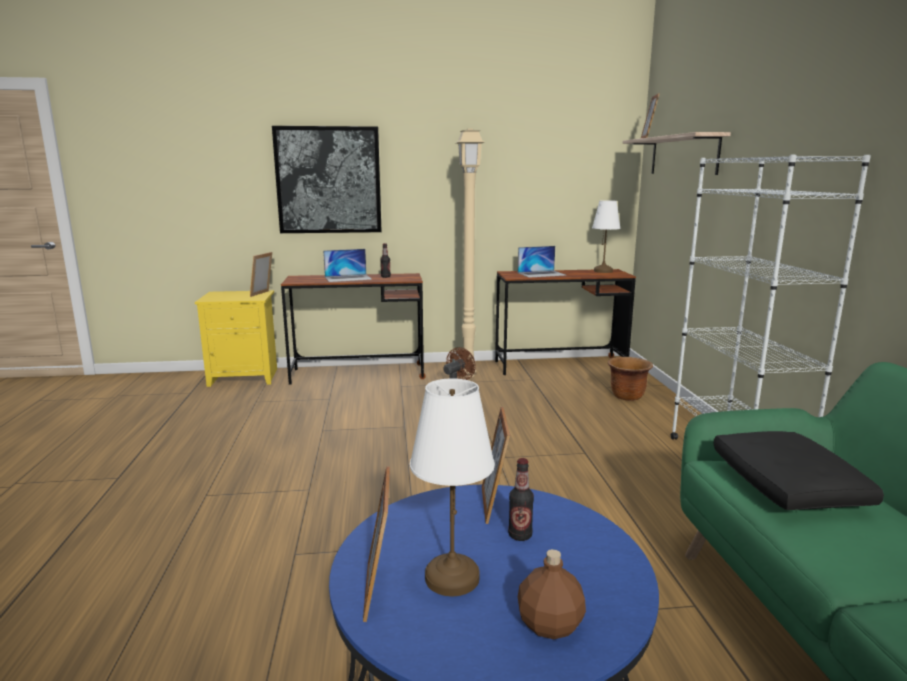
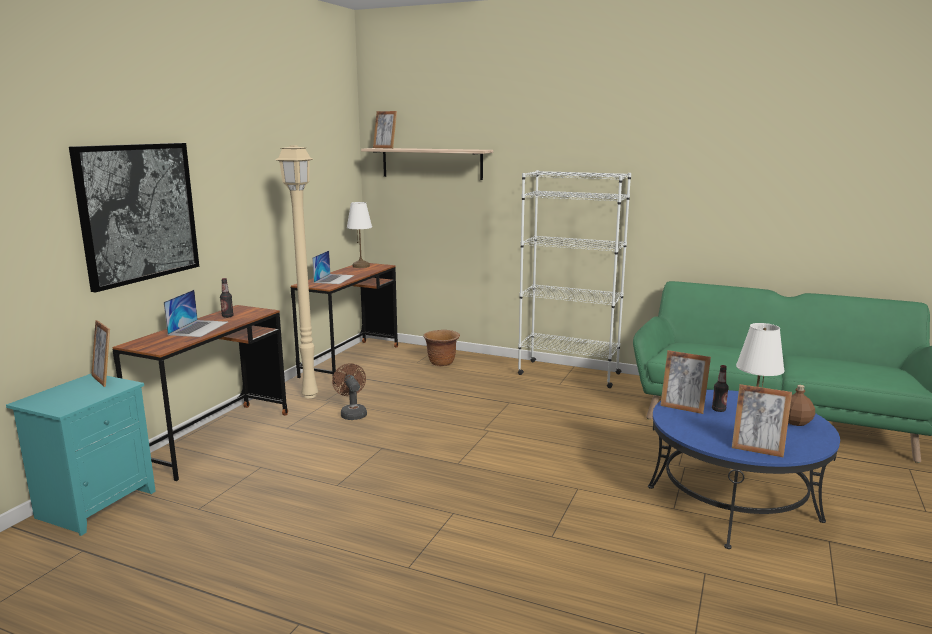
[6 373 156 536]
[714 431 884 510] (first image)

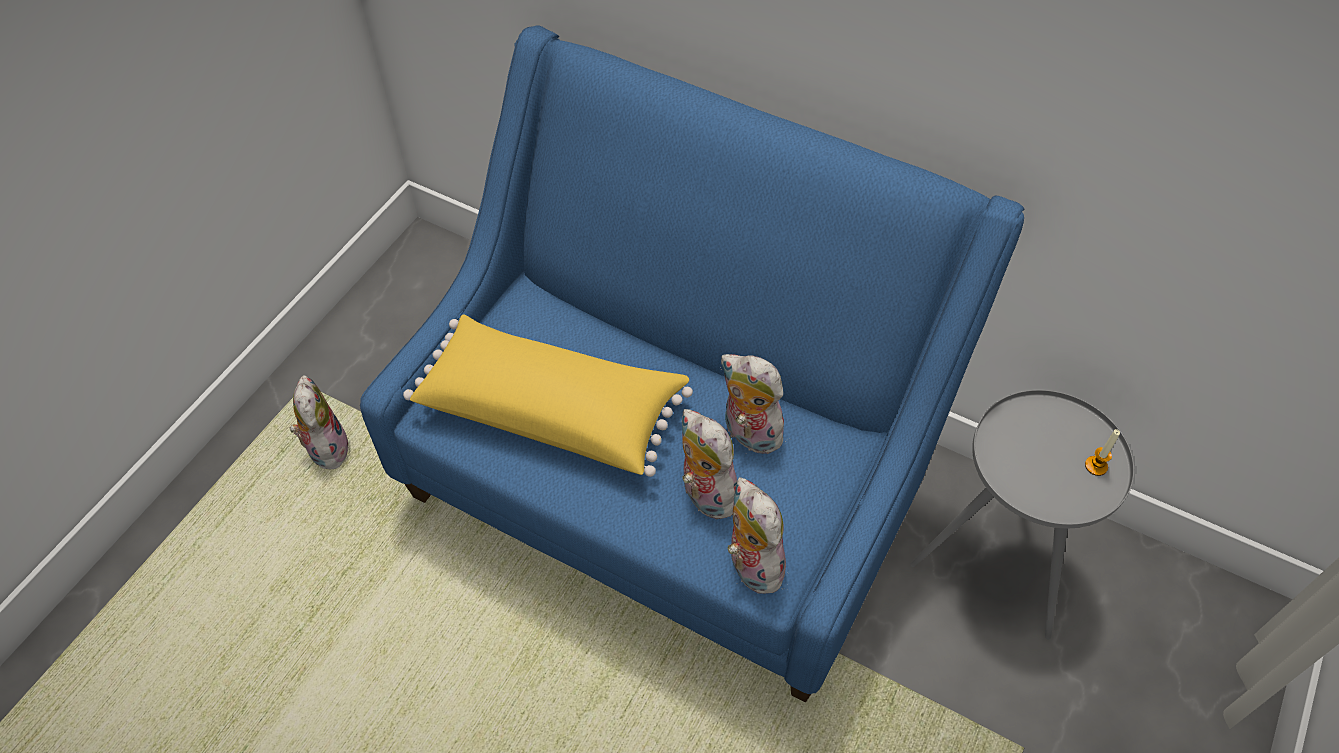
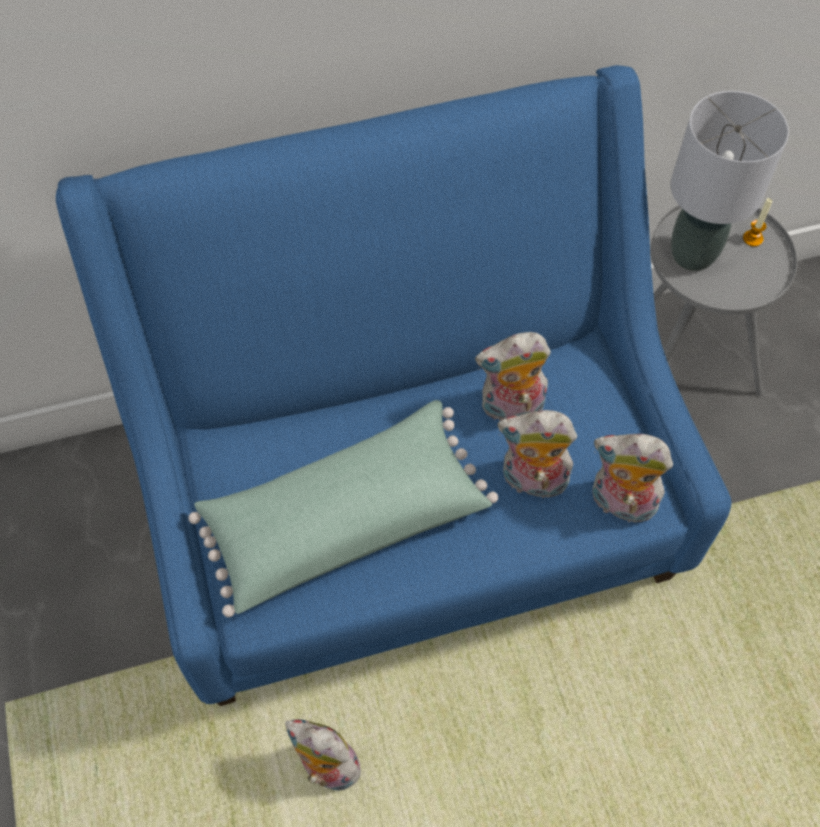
[188 400 498 617]
[285 719 368 790]
[671 91 789 271]

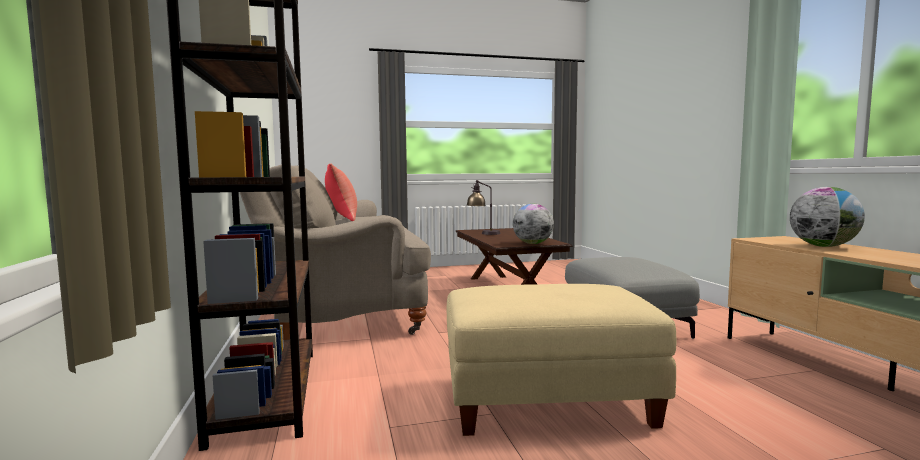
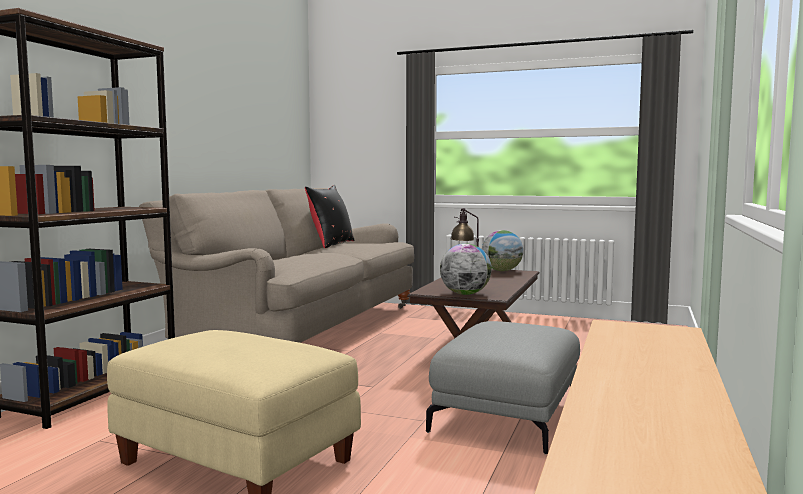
[305 185 355 248]
[482 230 523 271]

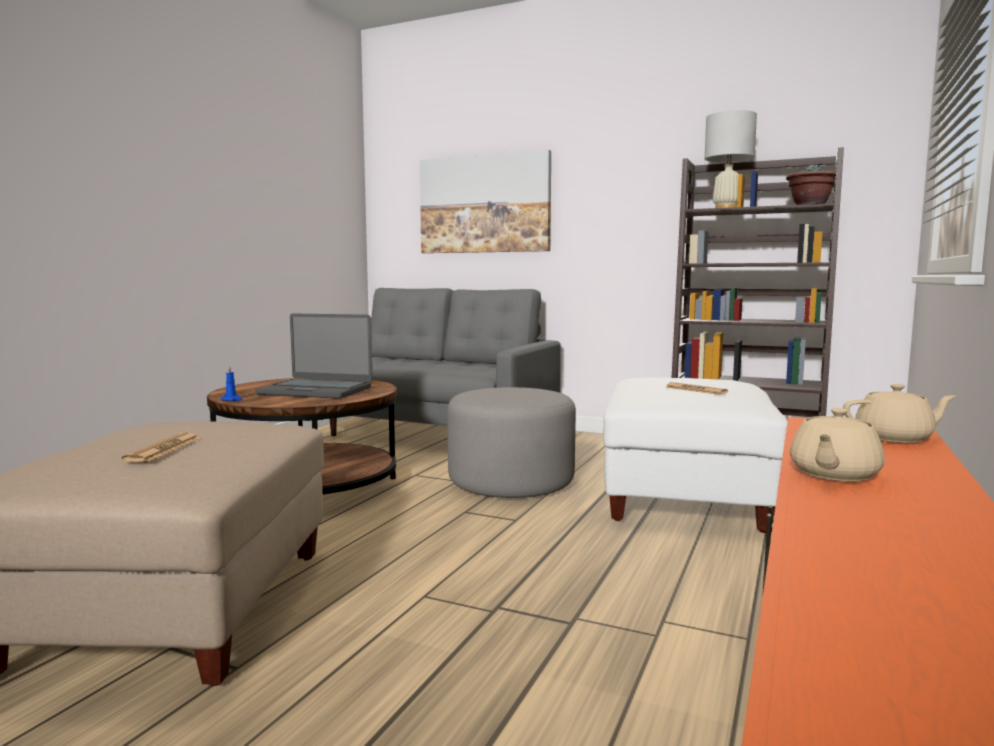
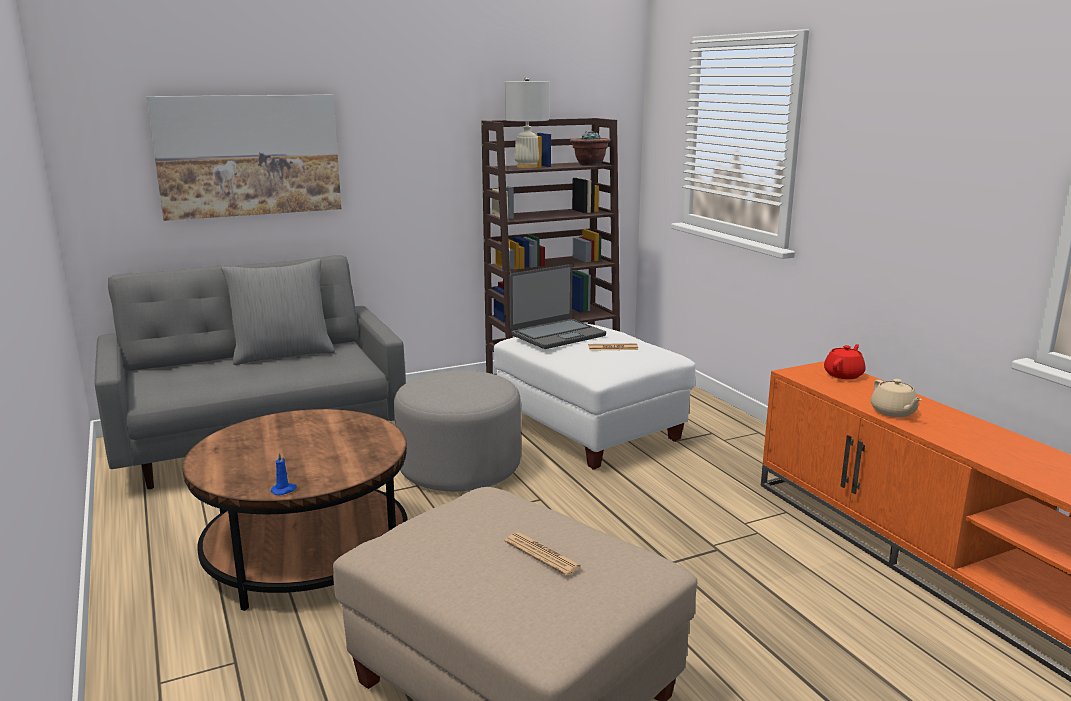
[509 264 606 349]
[824 344 866 379]
[221 259 335 365]

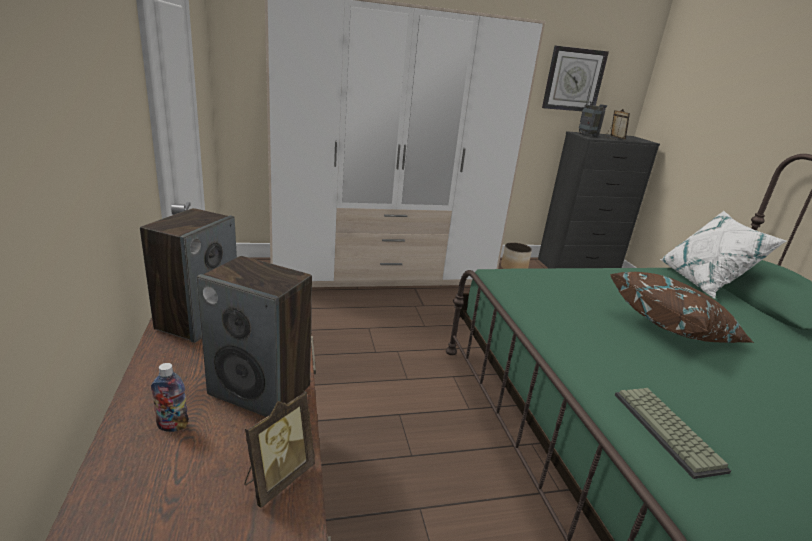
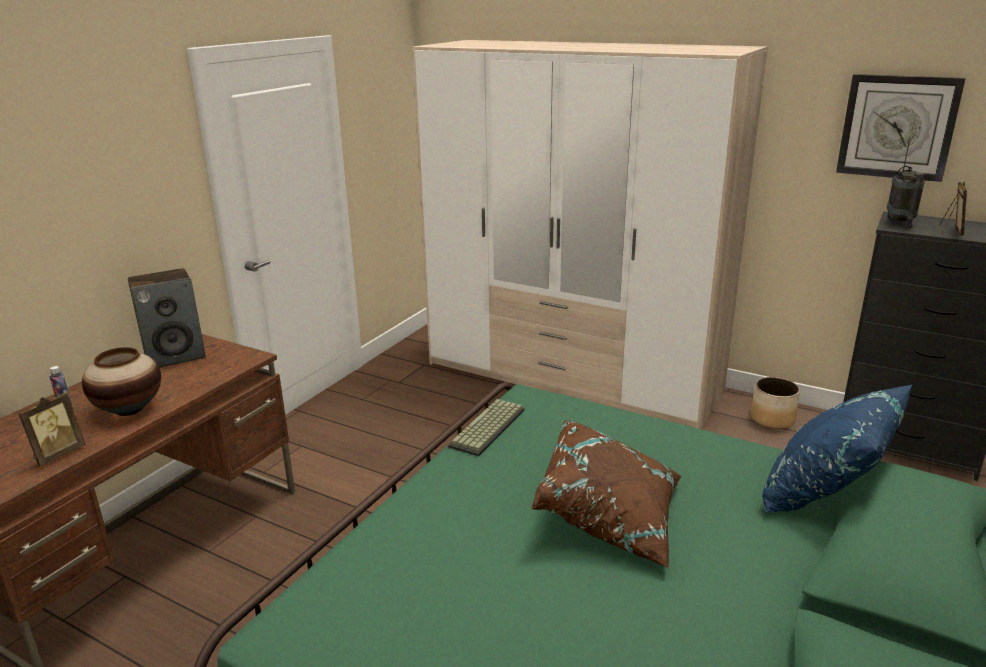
[762 385 912 512]
[82 347 161 416]
[448 399 524 456]
[18 393 85 467]

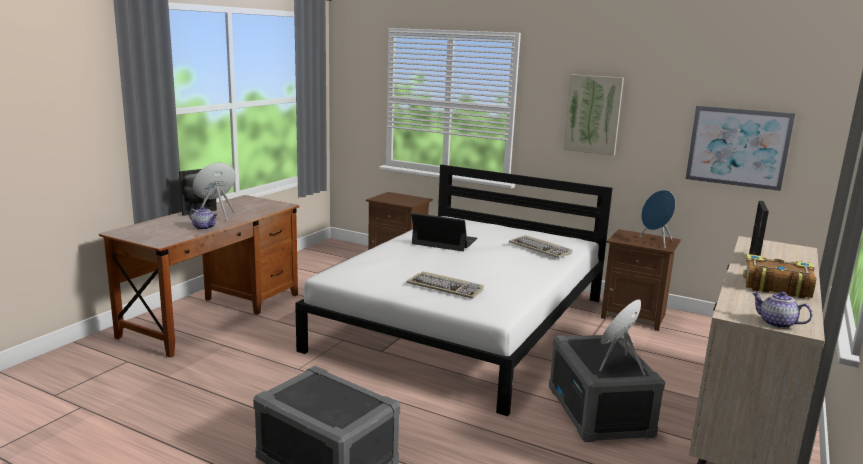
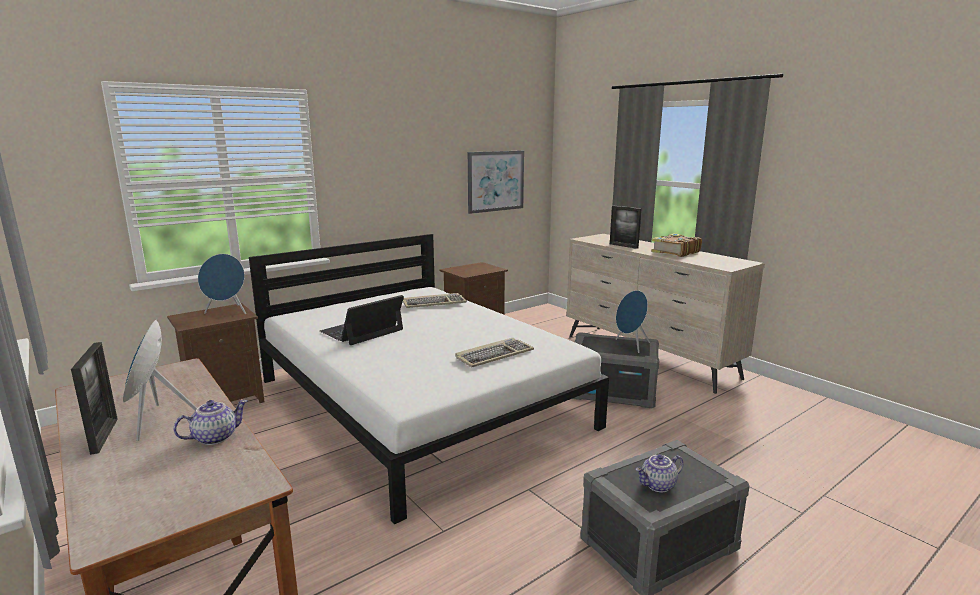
[563 74 624 156] (first image)
[198 254 246 314]
[635 454 684 492]

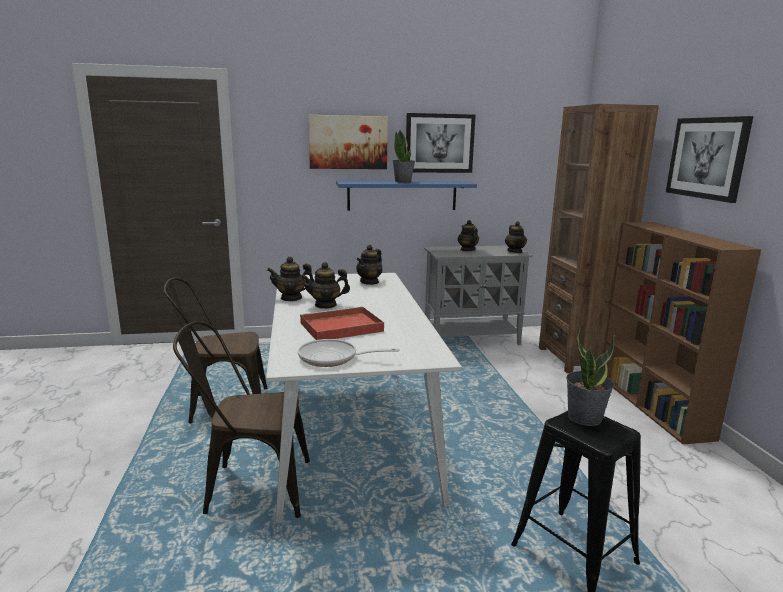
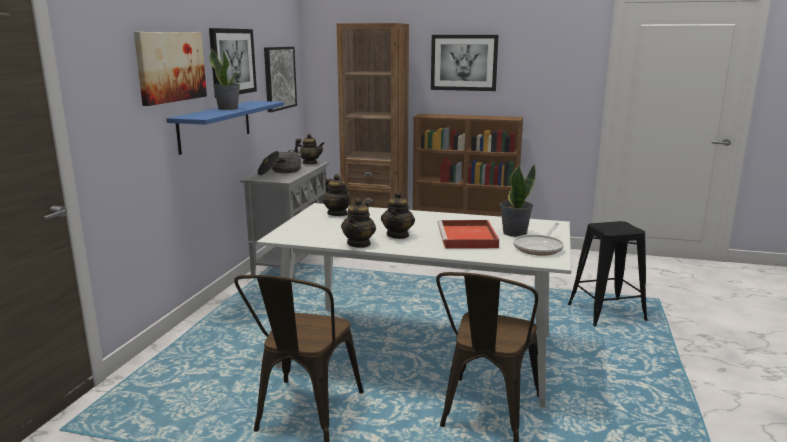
[257 150 301 175]
[500 164 535 237]
[264 47 297 112]

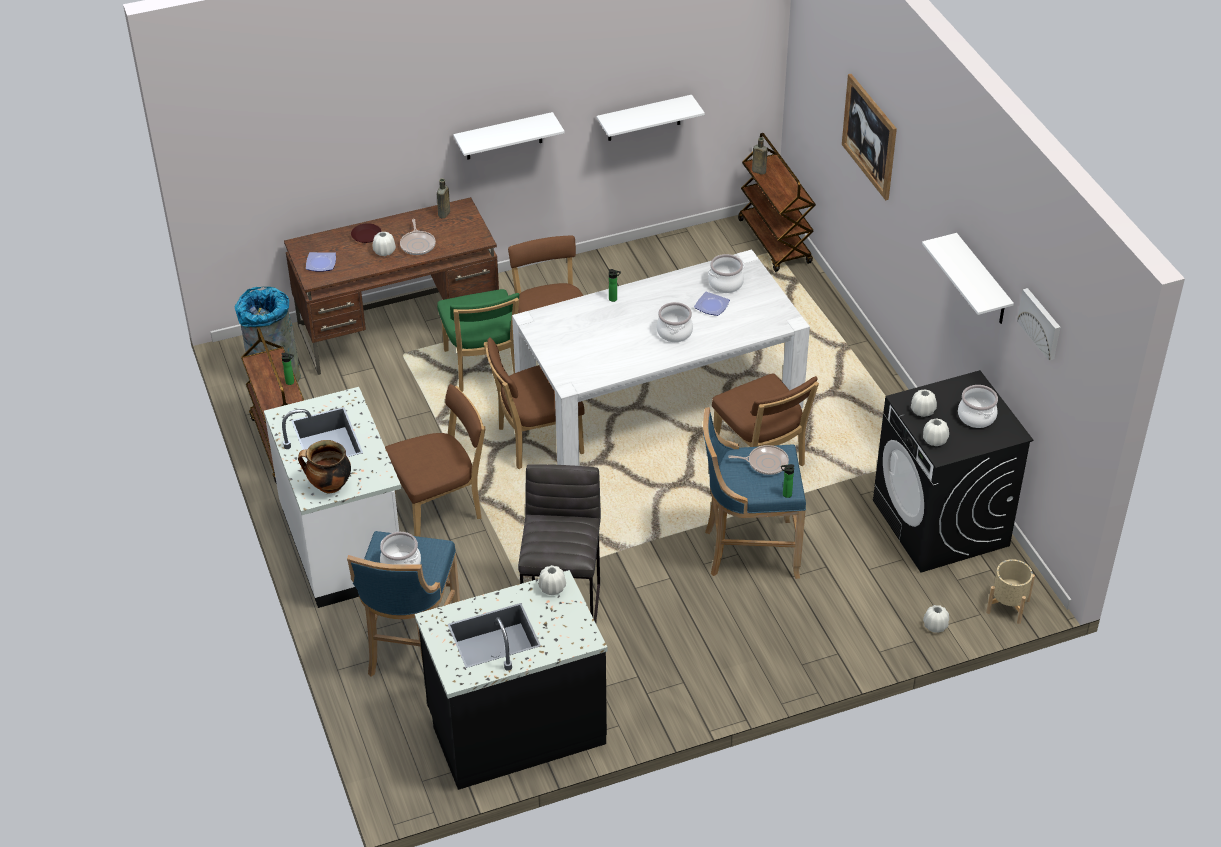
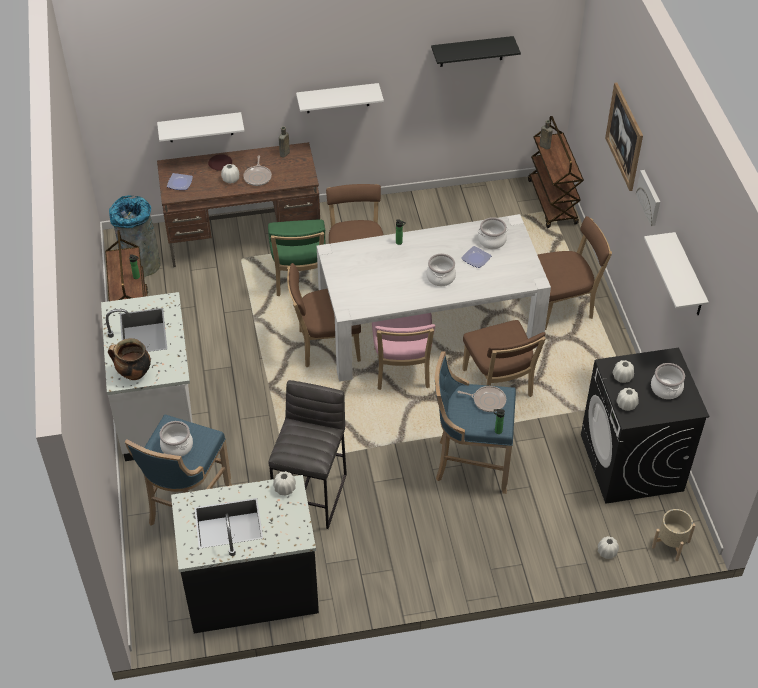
[157 112 244 142]
[636 170 660 226]
[538 216 612 330]
[431 36 521 67]
[372 313 435 390]

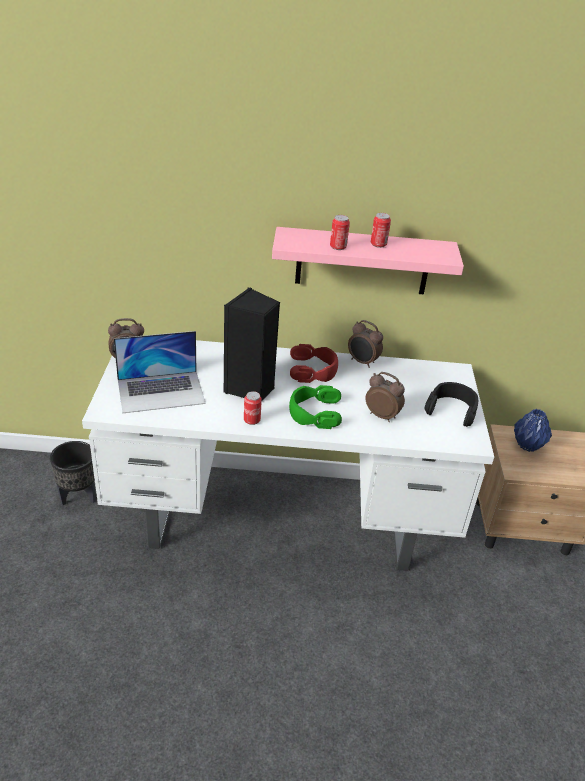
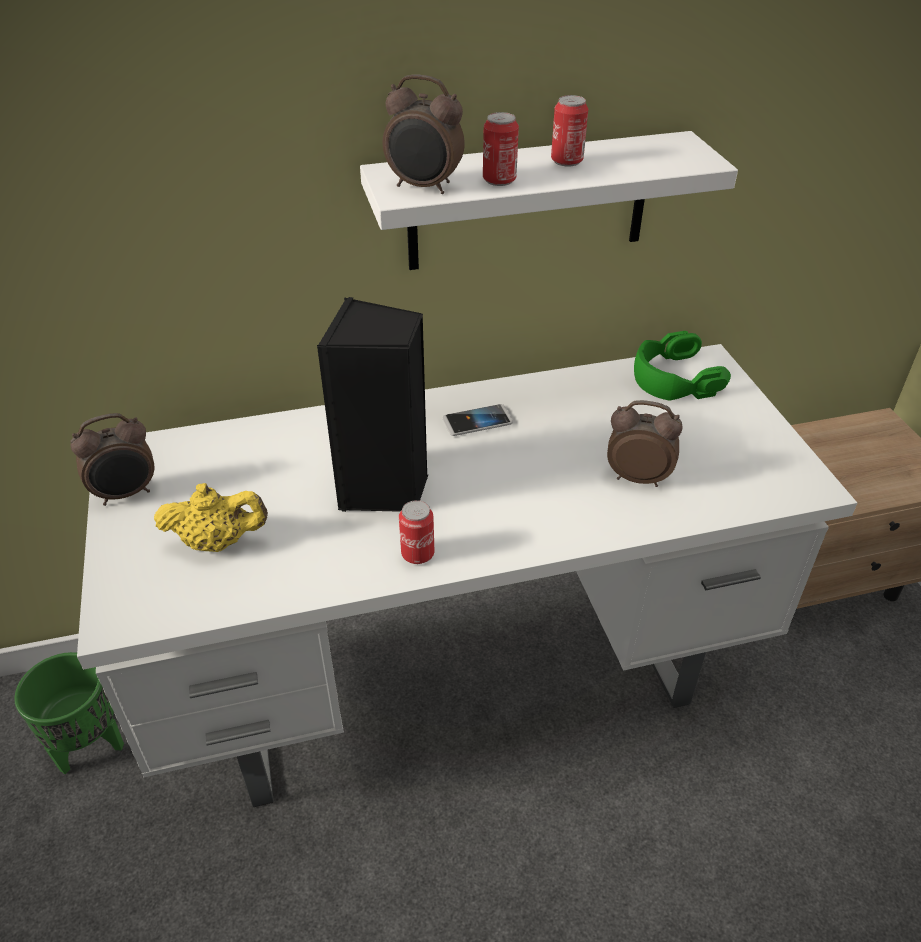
[360 131 738 270]
[383 74 465 194]
[154 483 268 552]
[442 404 513 436]
[424 382 478 427] (first image)
[634 331 731 401]
[514 409 552 452] (first image)
[14 652 124 774]

